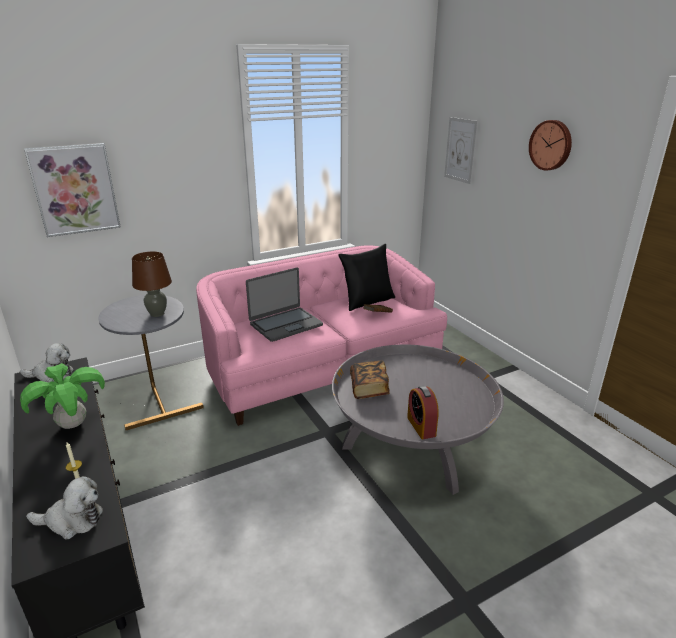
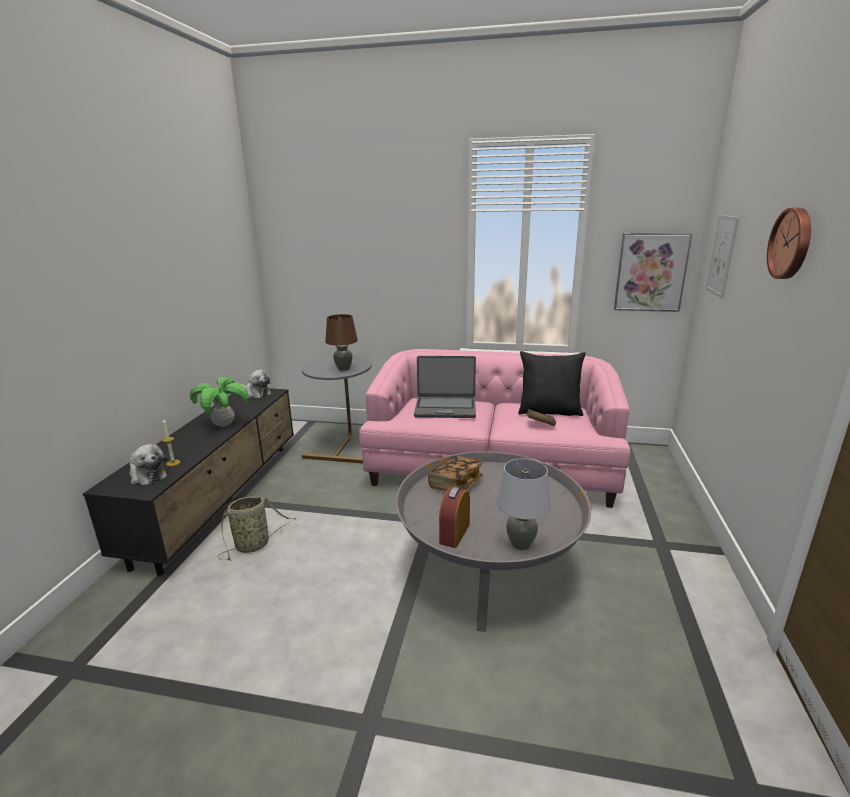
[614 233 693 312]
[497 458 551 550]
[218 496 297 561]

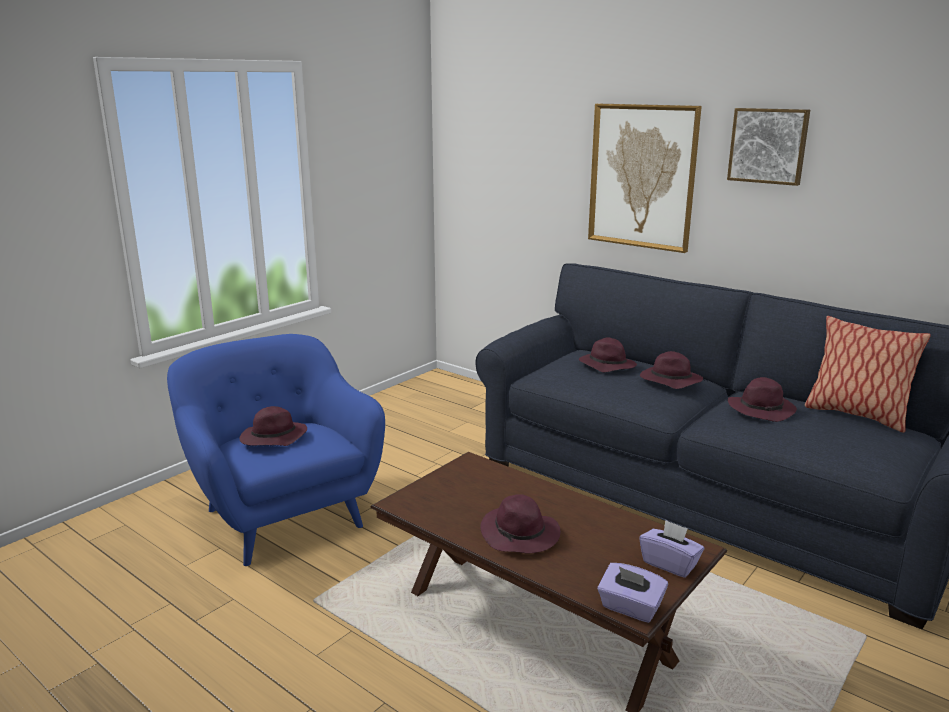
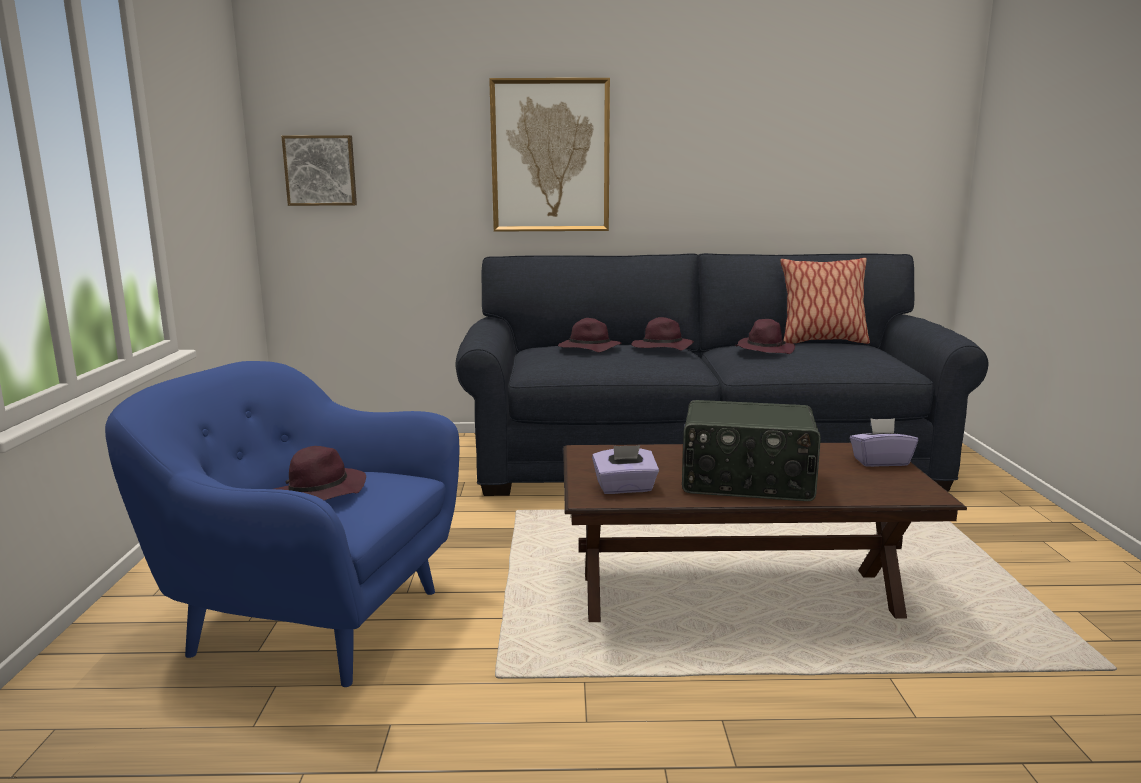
[281 135 357 206]
[682 400 821 501]
[592 445 659 494]

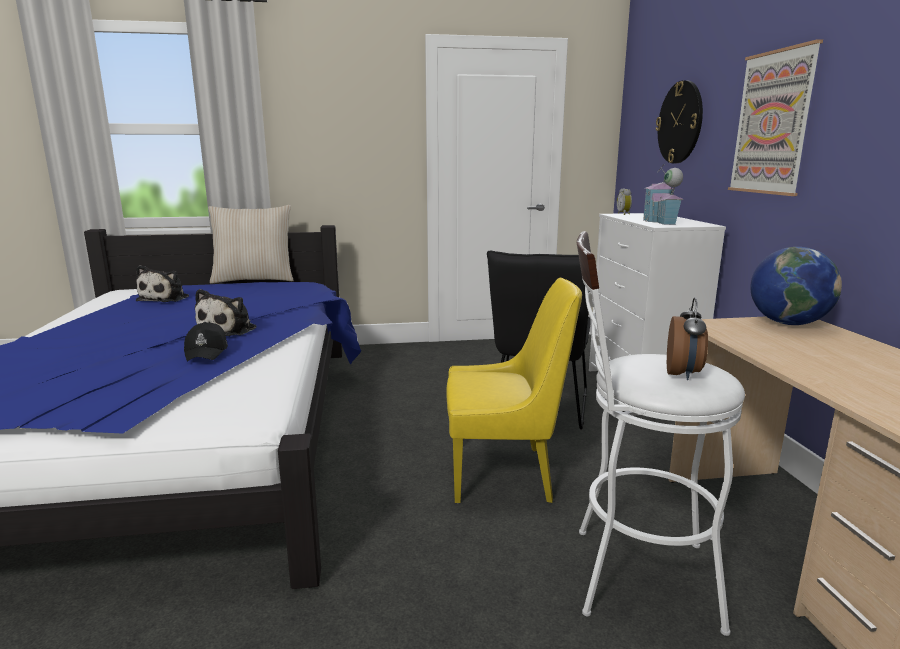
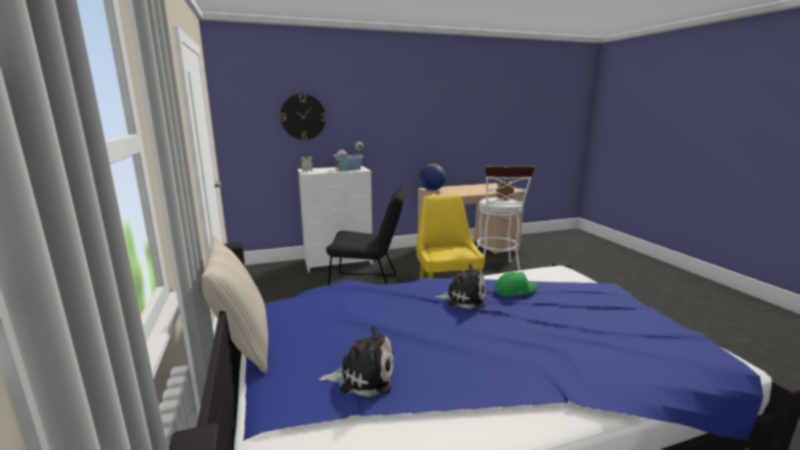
[728 39 823 196] (first image)
[495 272 537 296]

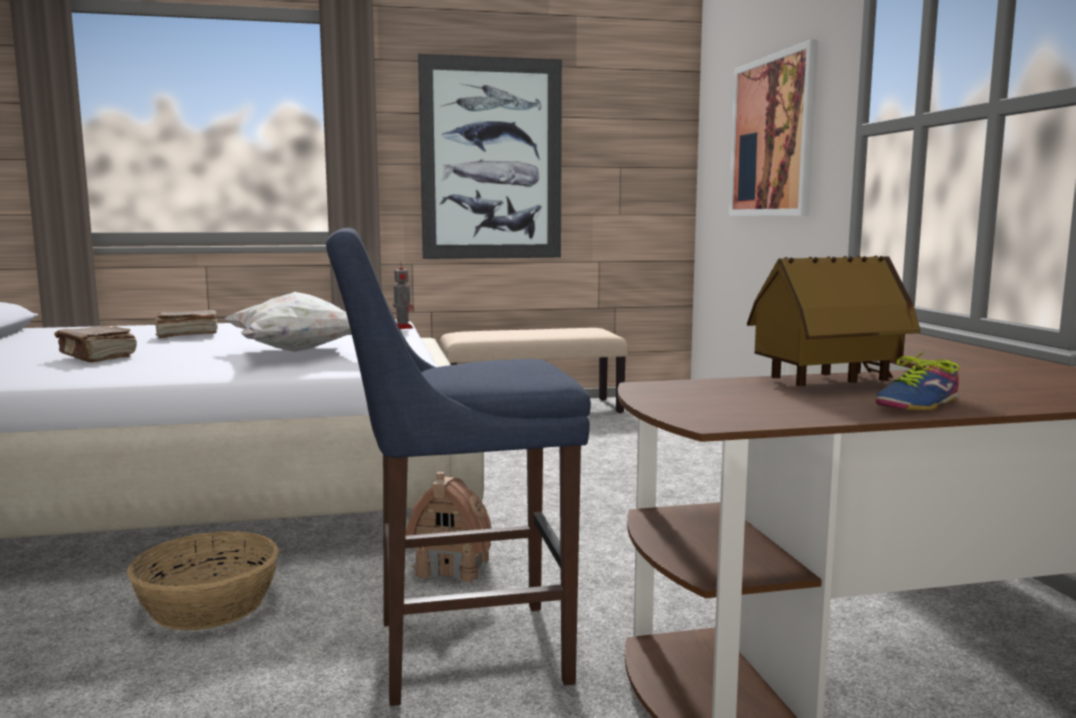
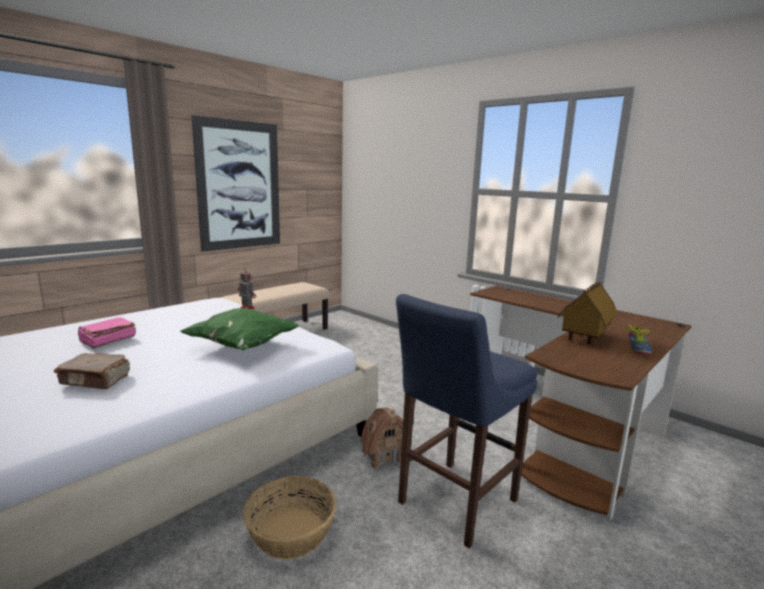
[729 39 818 216] (first image)
[180 308 300 350]
[77 317 136 349]

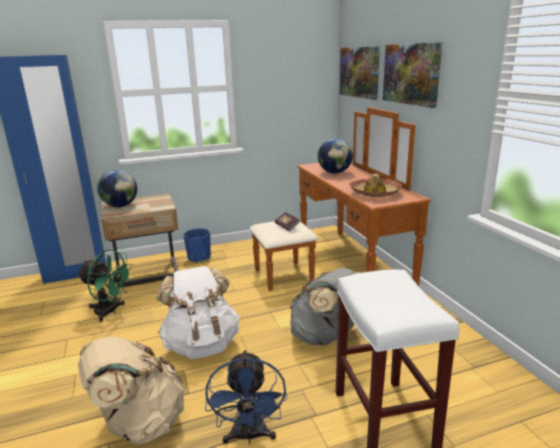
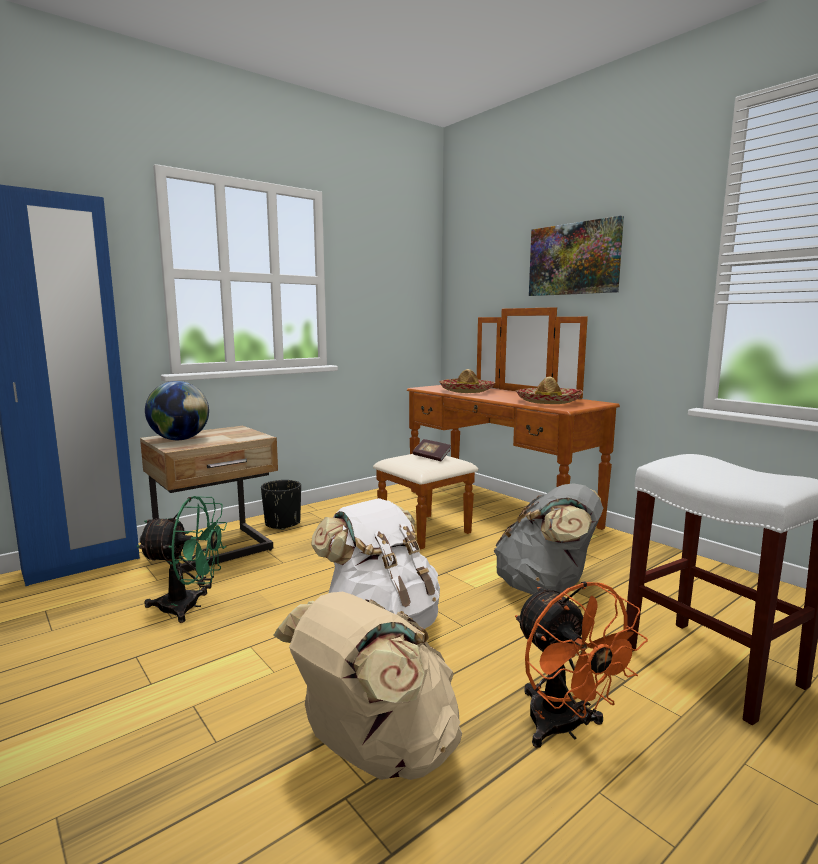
[340 46 380 100] (first image)
[439 369 495 393]
[261 480 301 530]
[515 581 648 748]

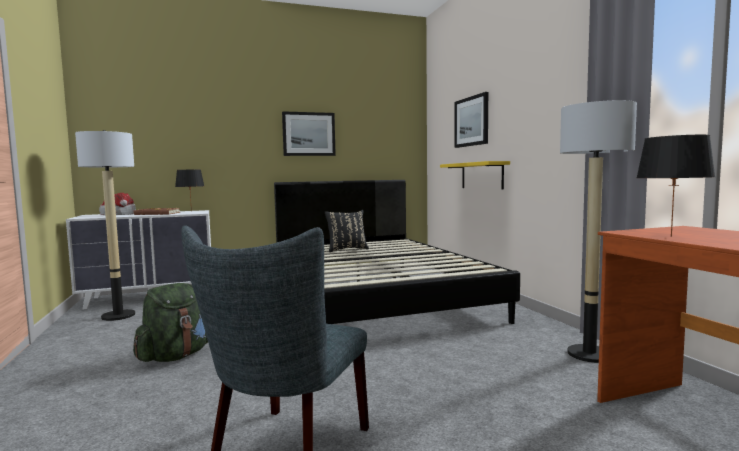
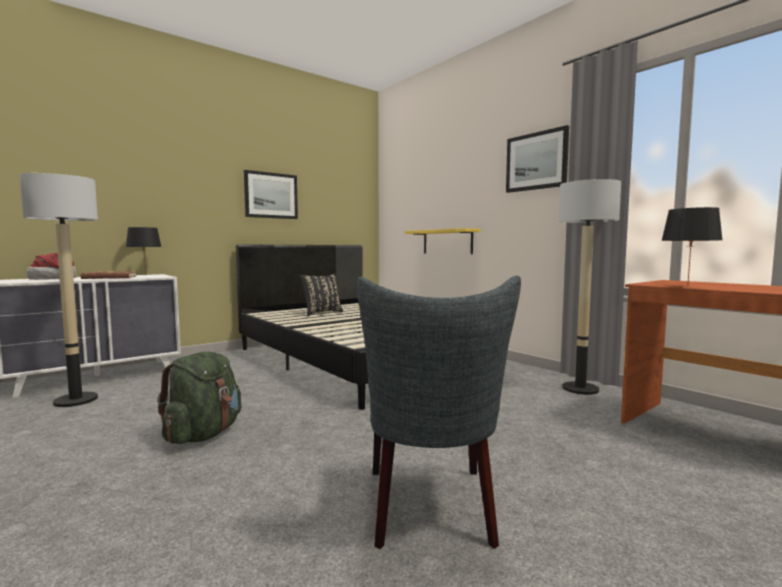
[506 125 569 193]

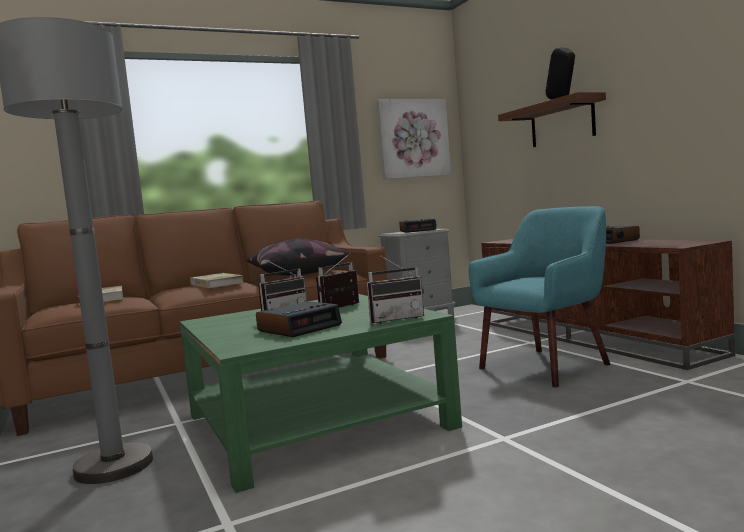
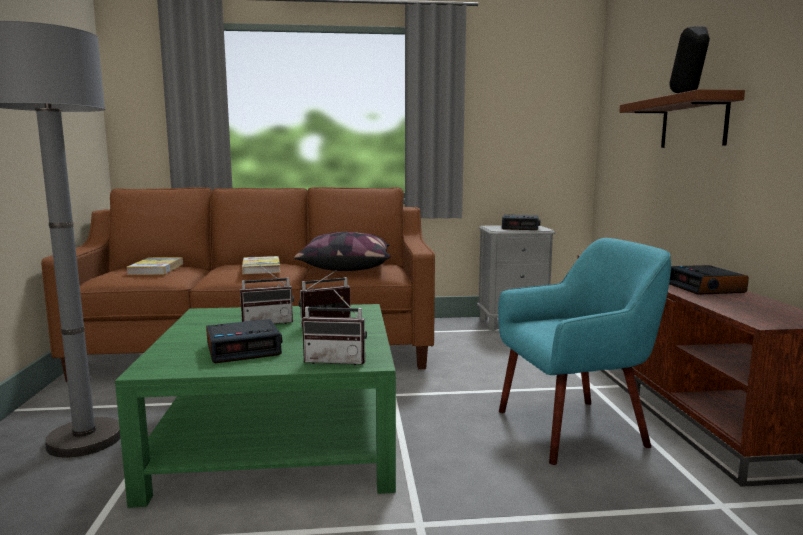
[377 99 451 179] (first image)

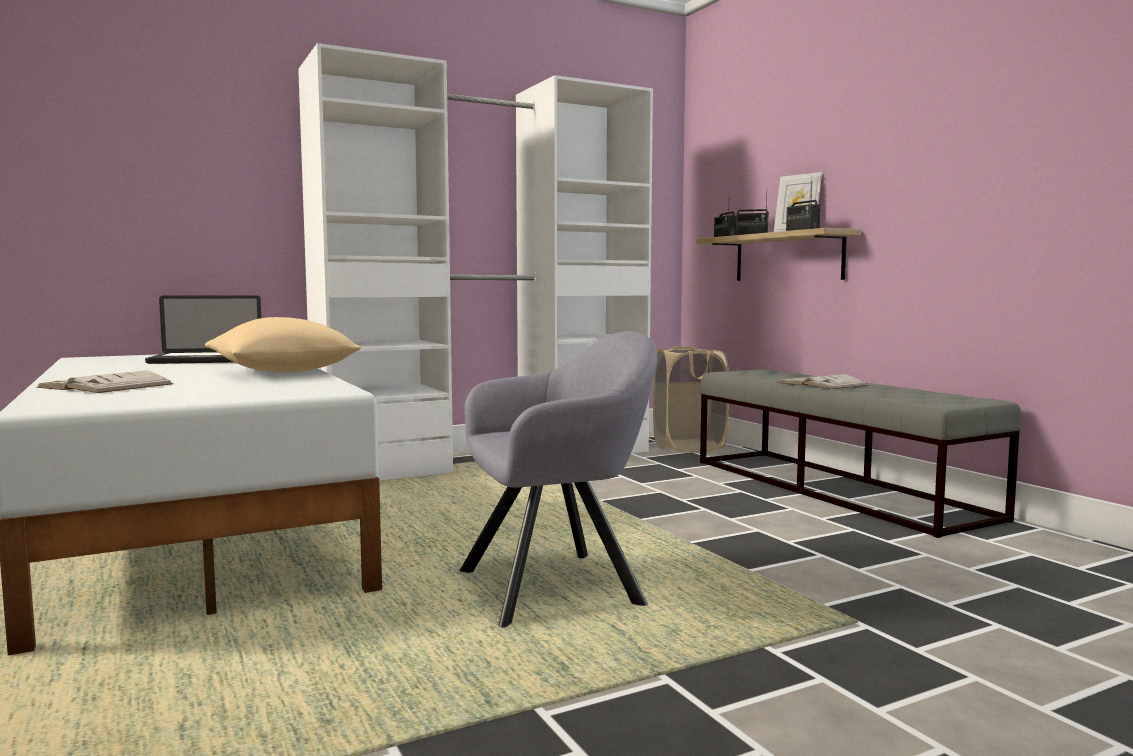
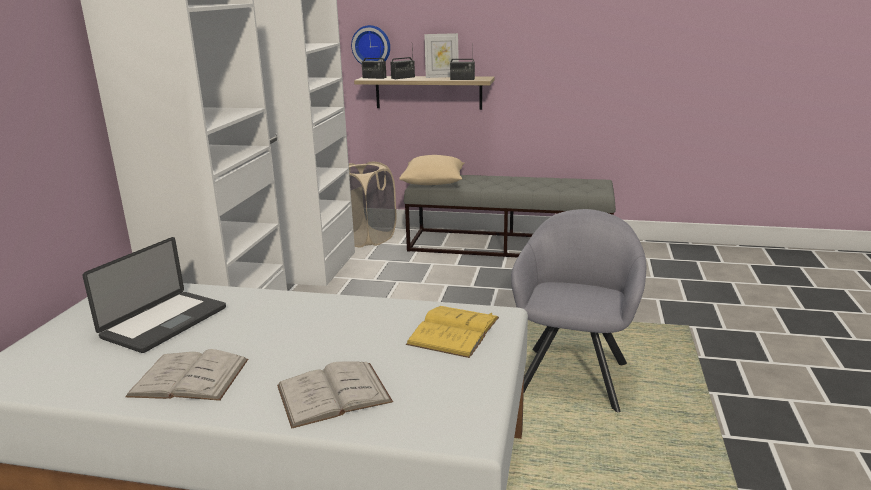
[399 155 465 185]
[125 349 248 401]
[351 25 390 64]
[406 306 499 358]

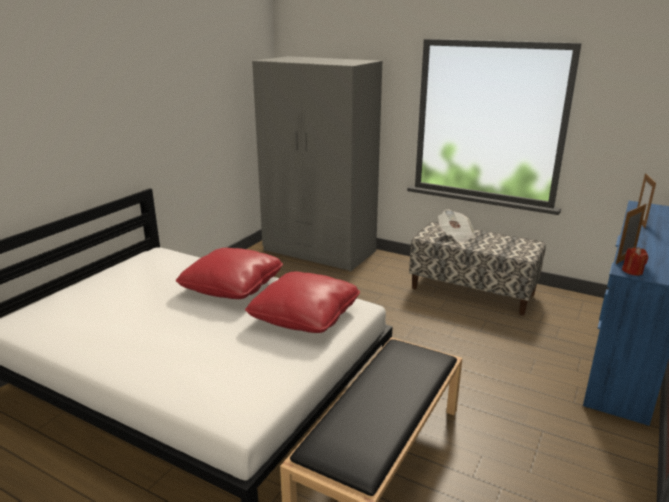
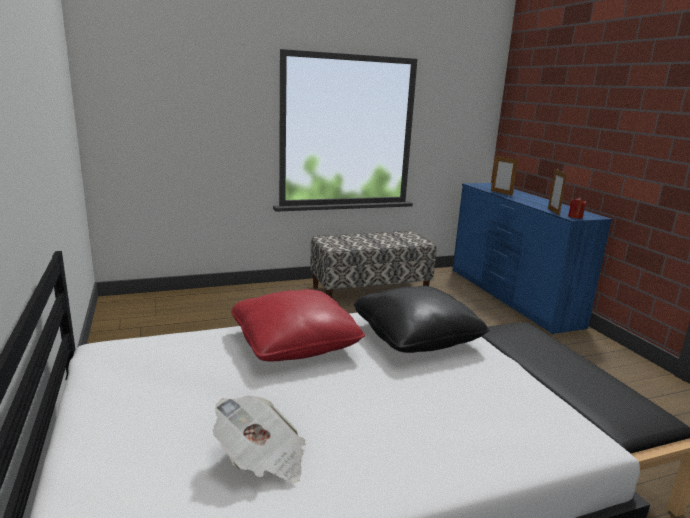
[252 56 382 272] (first image)
[212 396 305 483]
[354 286 490 353]

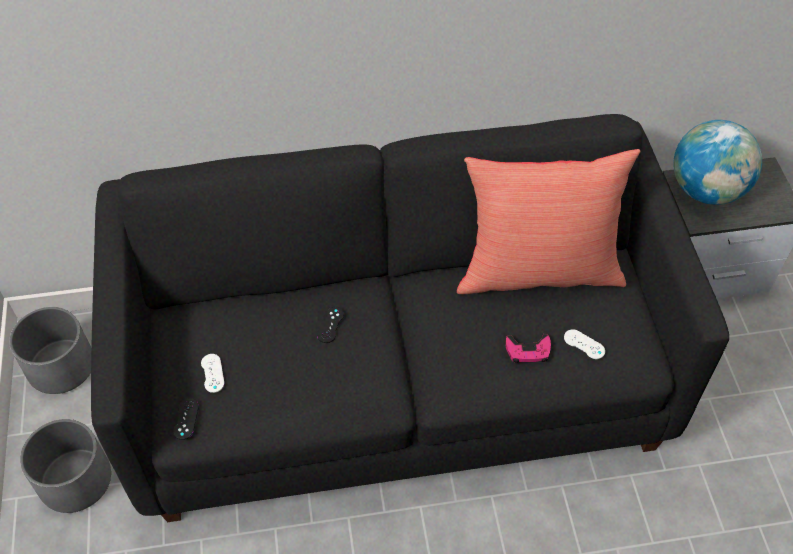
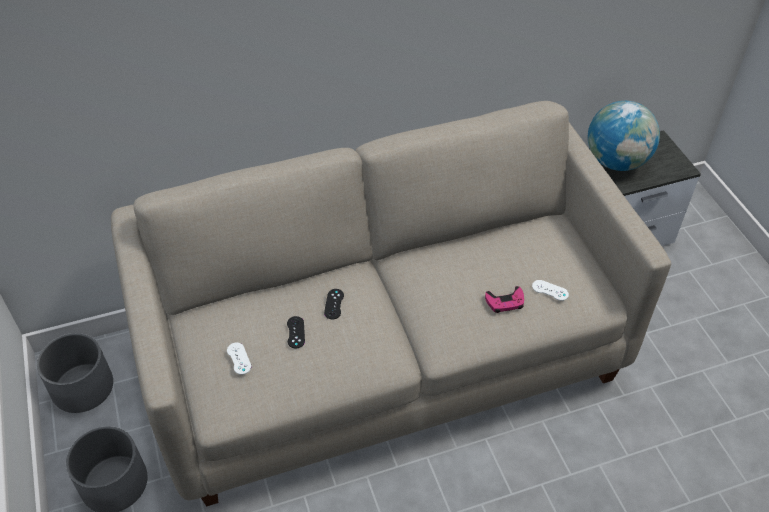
[111 101 671 507]
[457 149 641 294] (first image)
[287 316 305 349]

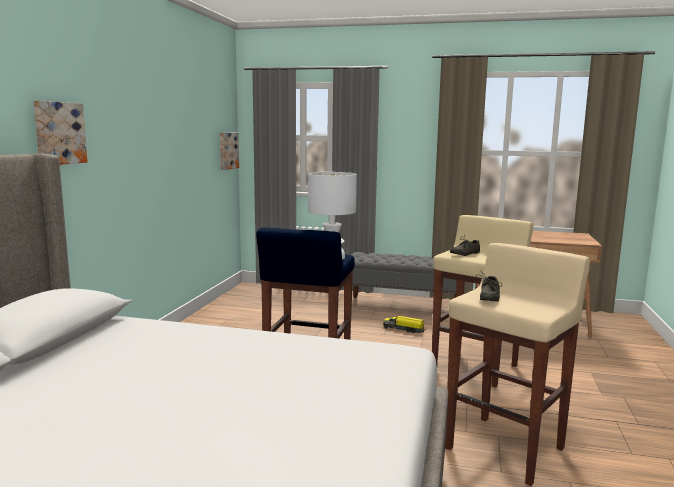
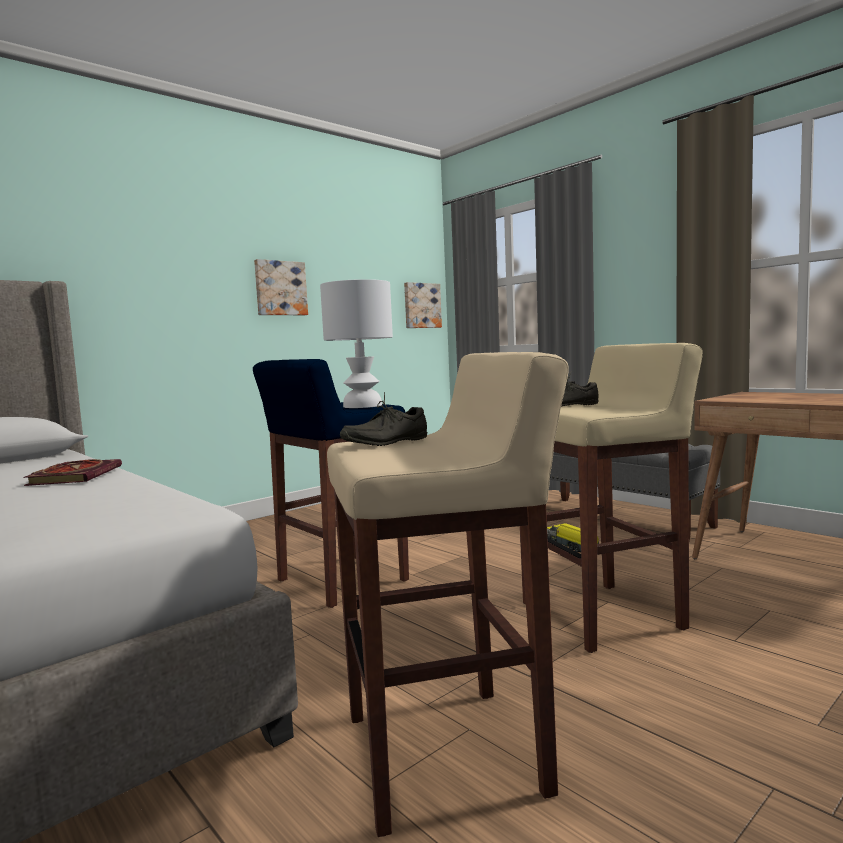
[254 259 308 315]
[23 459 122 486]

